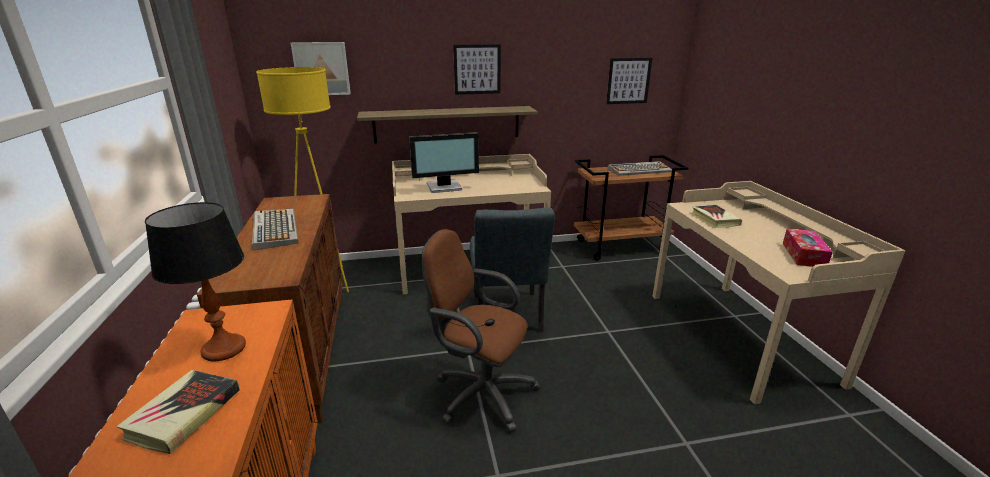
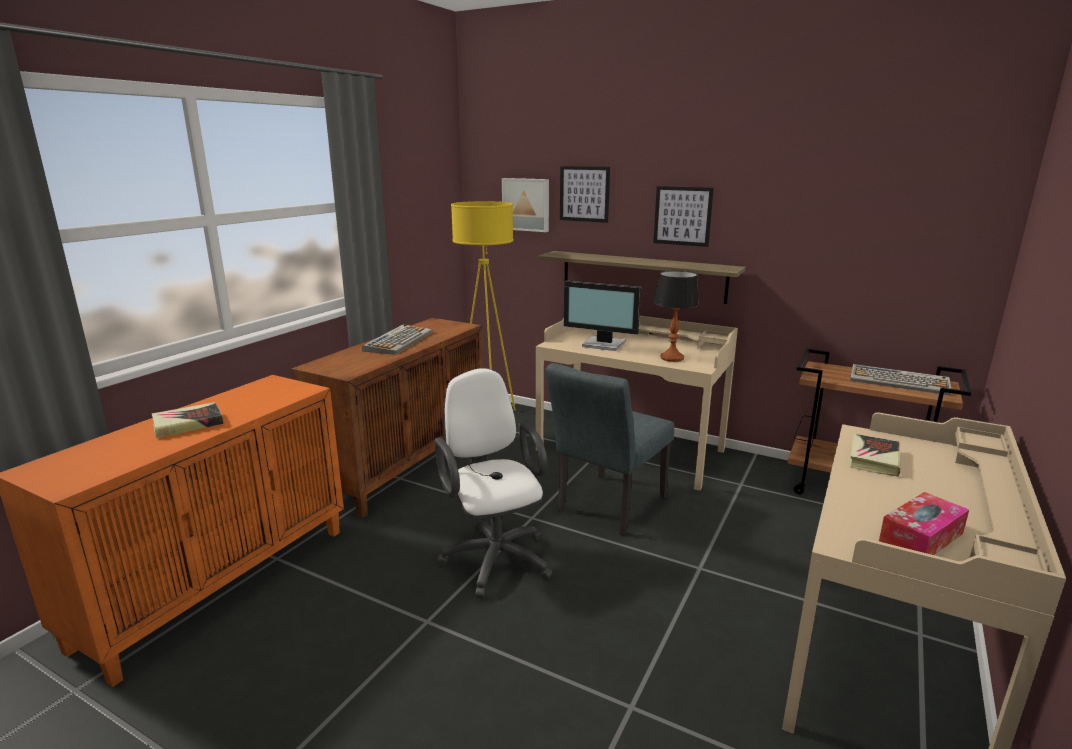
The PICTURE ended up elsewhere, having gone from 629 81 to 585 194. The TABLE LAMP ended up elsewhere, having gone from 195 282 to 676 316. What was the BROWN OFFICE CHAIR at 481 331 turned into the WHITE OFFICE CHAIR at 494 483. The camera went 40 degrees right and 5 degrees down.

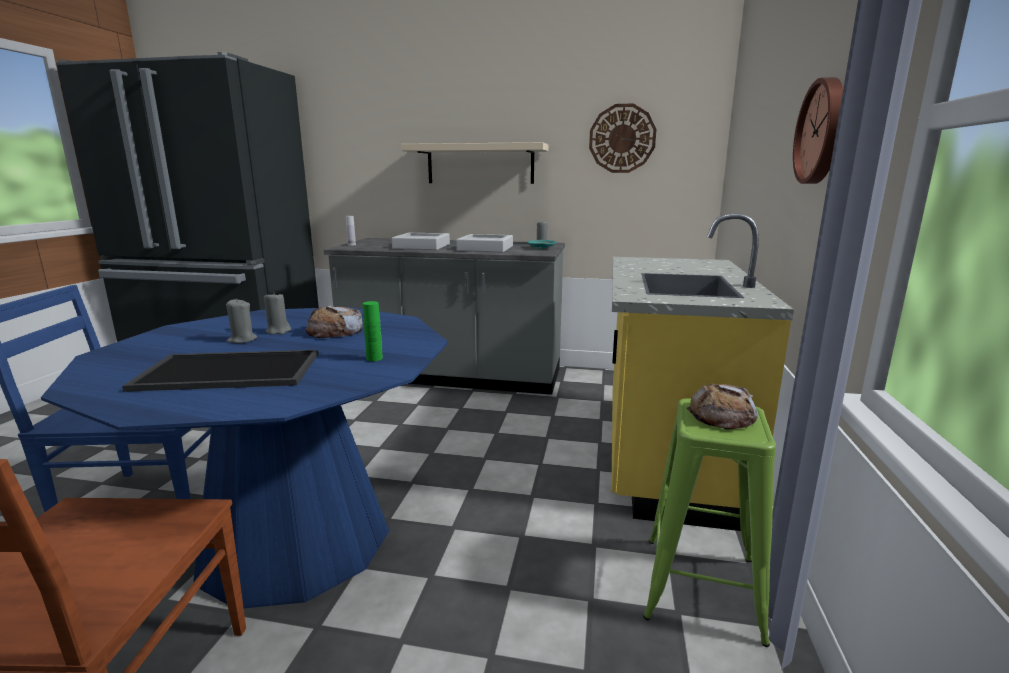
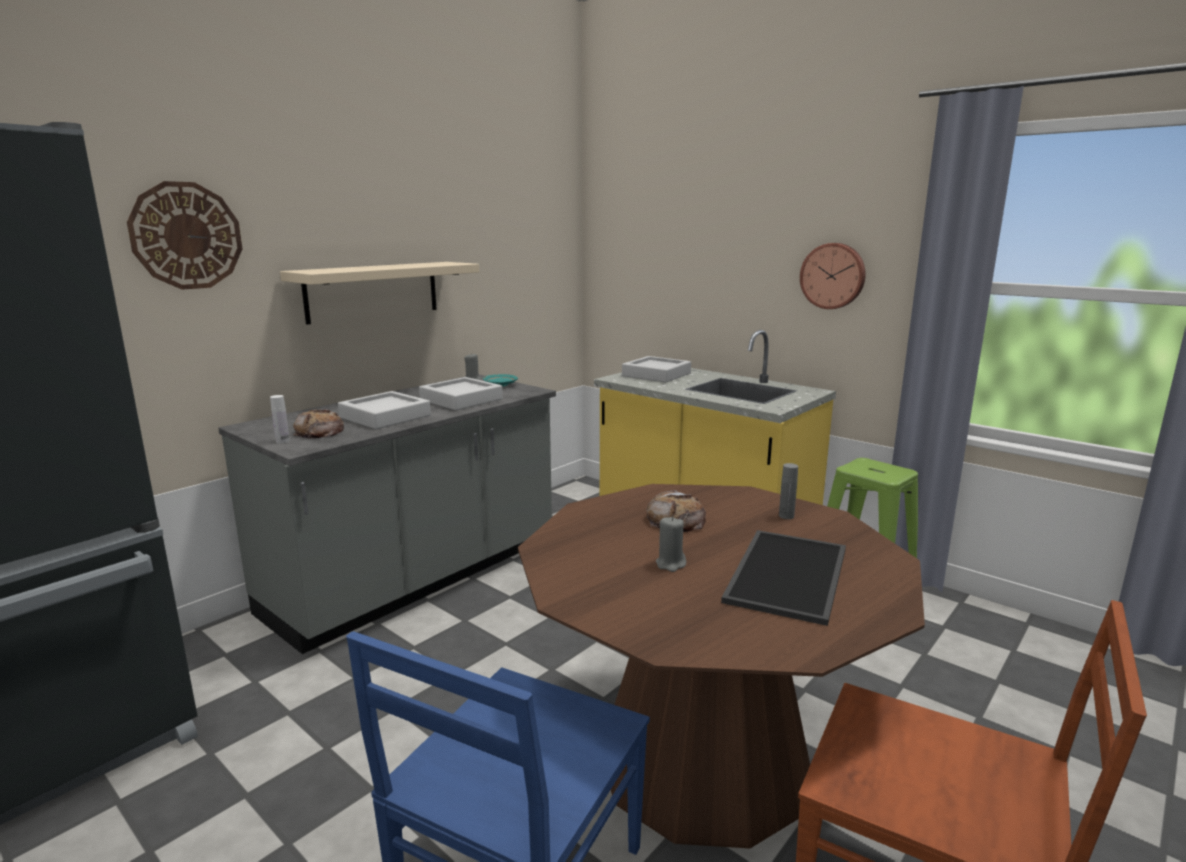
The WALL CLOCK ended up elsewhere, having gone from 623 138 to 185 235. The second view lost the GREY CANDLE at 277 313. What was the GREEN BOTTLE at 373 331 turned into the GREY BOTTLE at 788 491. What was the BLUE DINING TABLE at 244 457 turned into the BROWN DINING TABLE at 721 666. The BREAD ended up elsewhere, having gone from 722 407 to 318 423. The second view gained the GREY TRAY at 656 369. The camera went 60 degrees left and 0 degrees up.

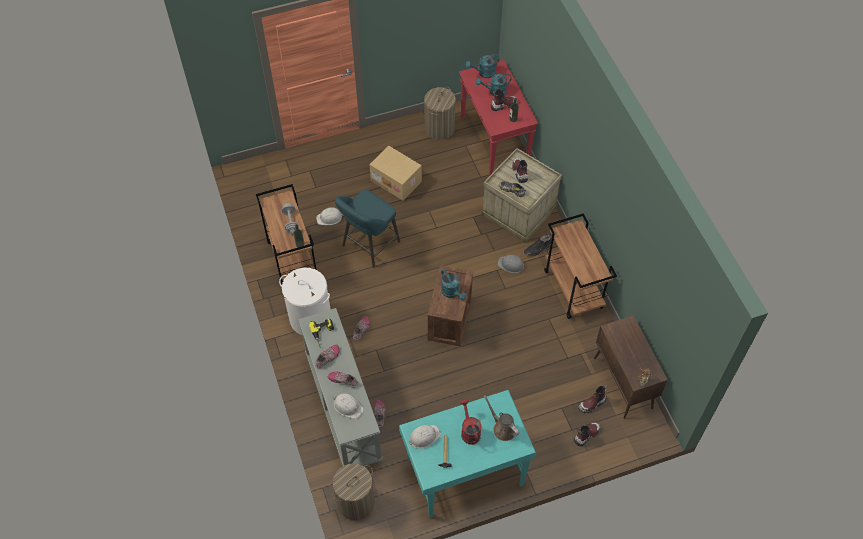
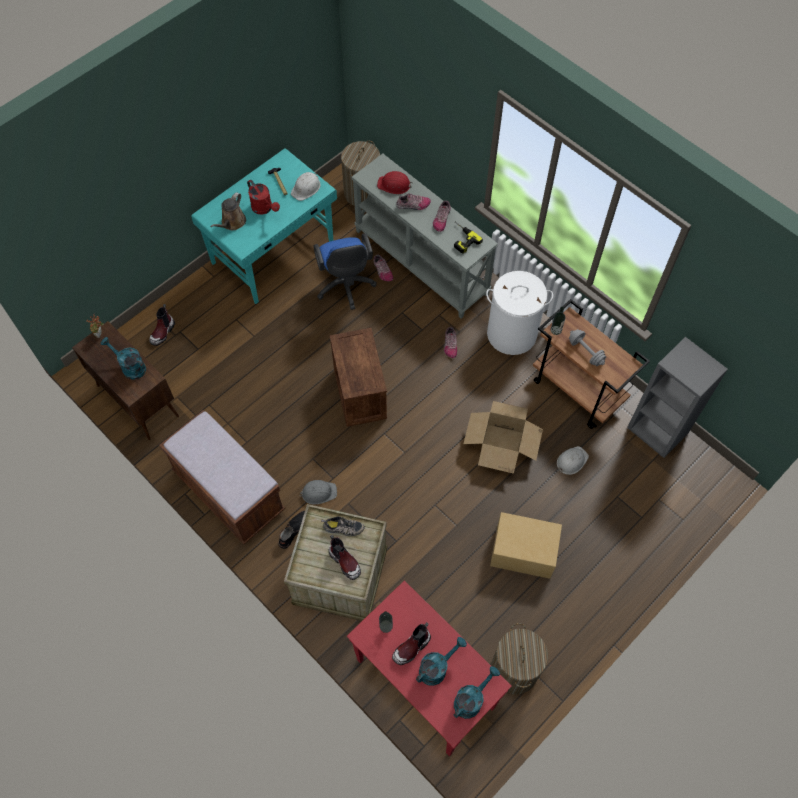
Where the TURQUOISE STOOL stood at 367 228, the CARDBOARD BOX came to stand at 503 437. Where the BROWN CART stood at 580 266, the BROWN BENCH came to stand at 222 477. The TURQUOISE WATERING CAN ended up elsewhere, having gone from 454 284 to 123 358. The second view lost the BOOT at 592 399. What was the WHITE HARD HAT at 348 406 turned into the RED HARD HAT at 395 182. The BROWN WATERING CAN at 501 418 ended up facing another way, 90 degrees clockwise from before. The second view gained the BLUE OFFICE CHAIR at 345 271. The second view gained the GREY BOOKCASE at 677 397. The camera went 155 degrees right and 5 degrees up.

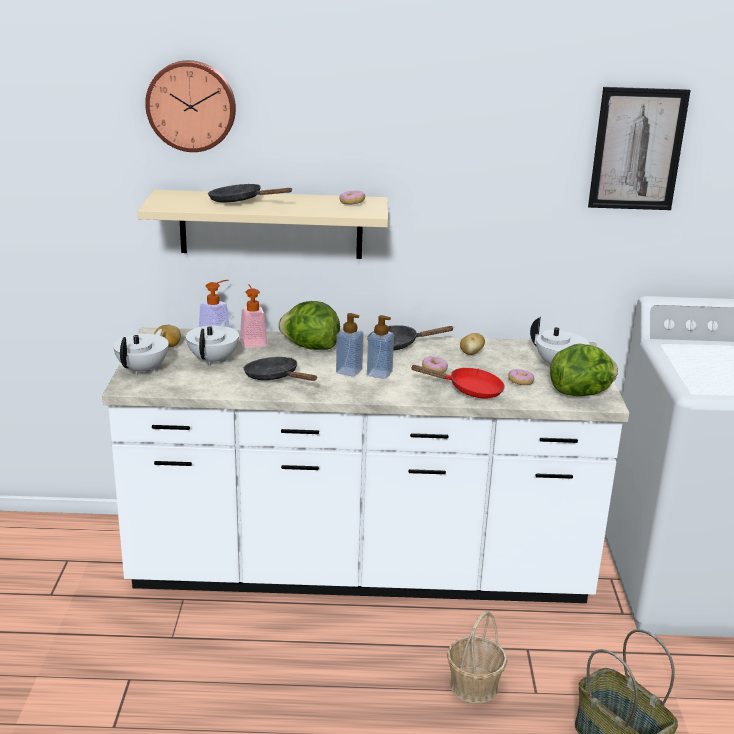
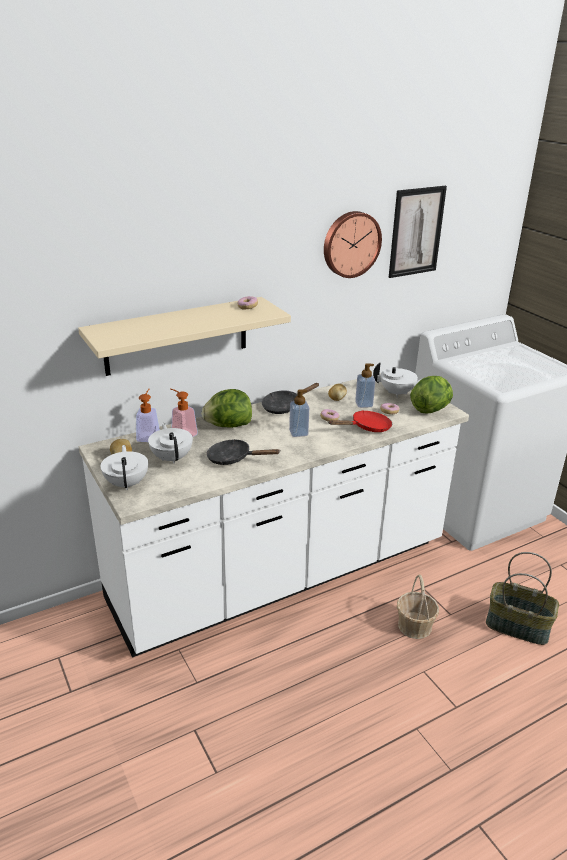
The WALL CLOCK ended up elsewhere, having gone from 190 106 to 353 244. The second view lost the BLACK FRYING PAN at 250 193. The SOAP DISPENSER ended up elsewhere, having gone from 349 345 to 365 385. The camera went 30 degrees left and 5 degrees up.

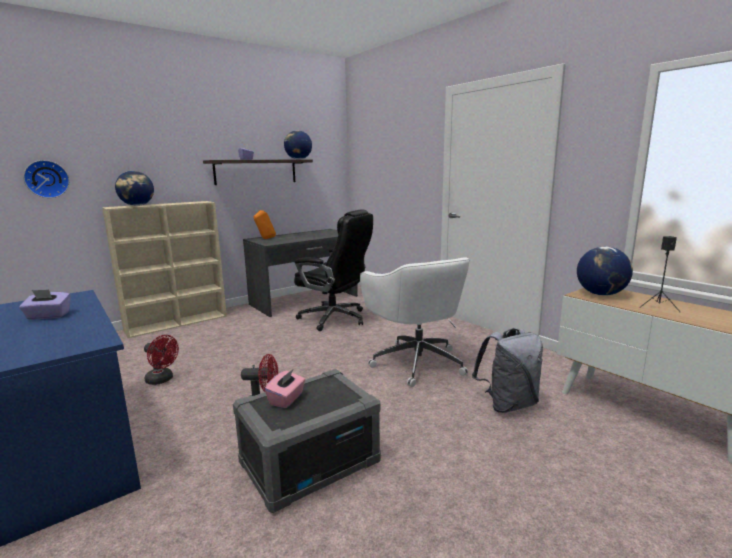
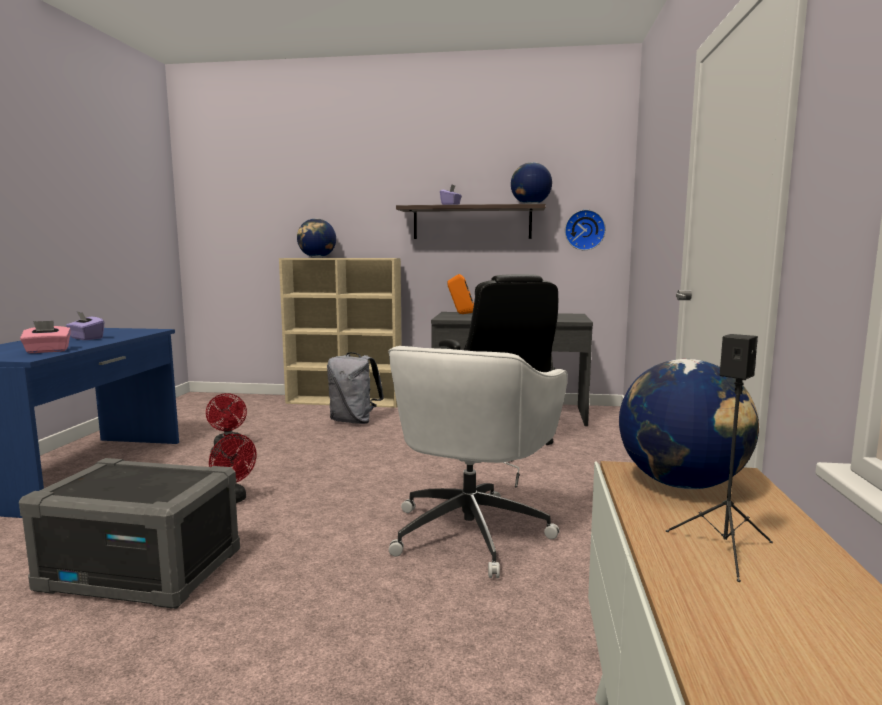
The WALL CLOCK ended up elsewhere, having gone from 46 179 to 585 229. The GREY BACKPACK ended up elsewhere, having gone from 507 370 to 355 388. The PINK TISSUE BOX ended up elsewhere, having gone from 285 389 to 45 337. The camera went 45 degrees right and 5 degrees down.

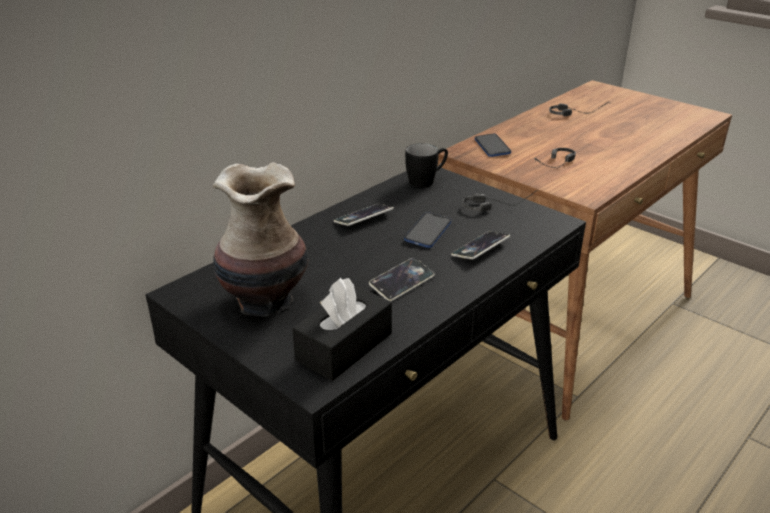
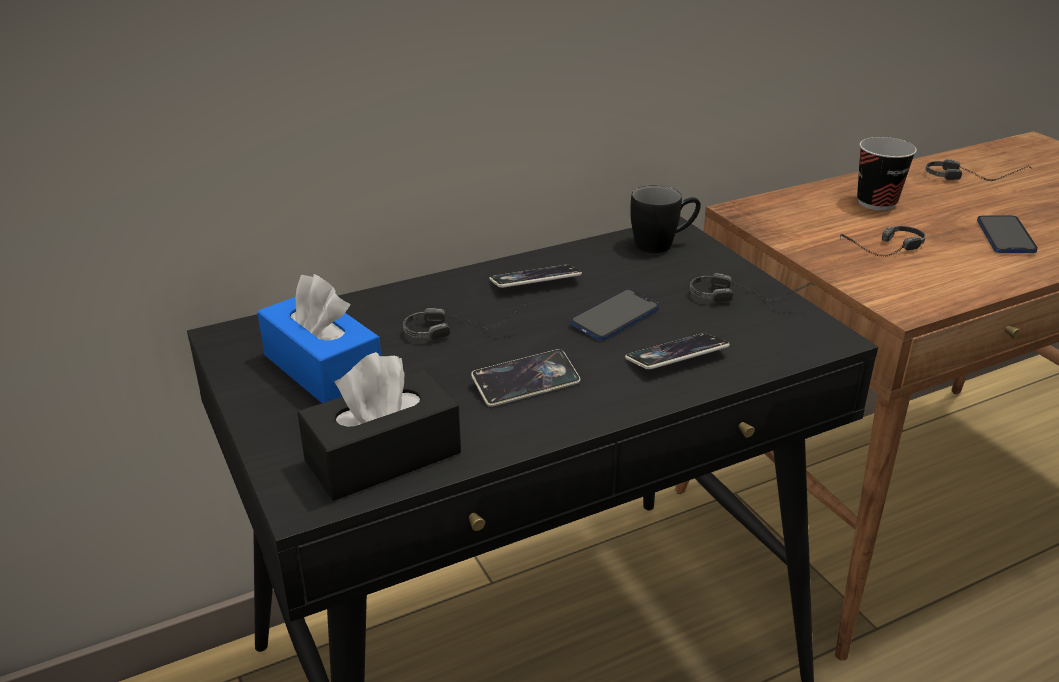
The PHONE ended up elsewhere, having gone from 493 145 to 1007 234. Where the VASE stood at 260 239, the BLUE TISSUE BOX came to stand at 319 338. The second view gained the CUP at 887 174. The second view gained the HEADPHONES at 466 321. The camera went 20 degrees right and 0 degrees up.

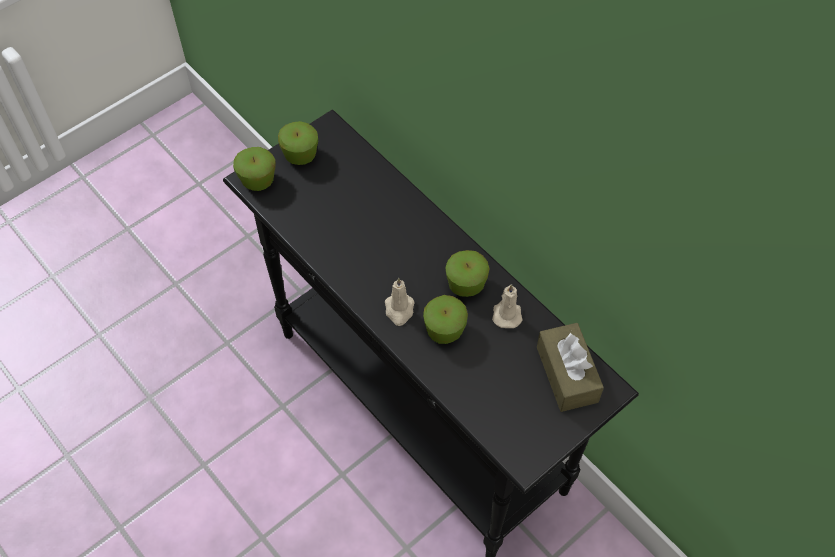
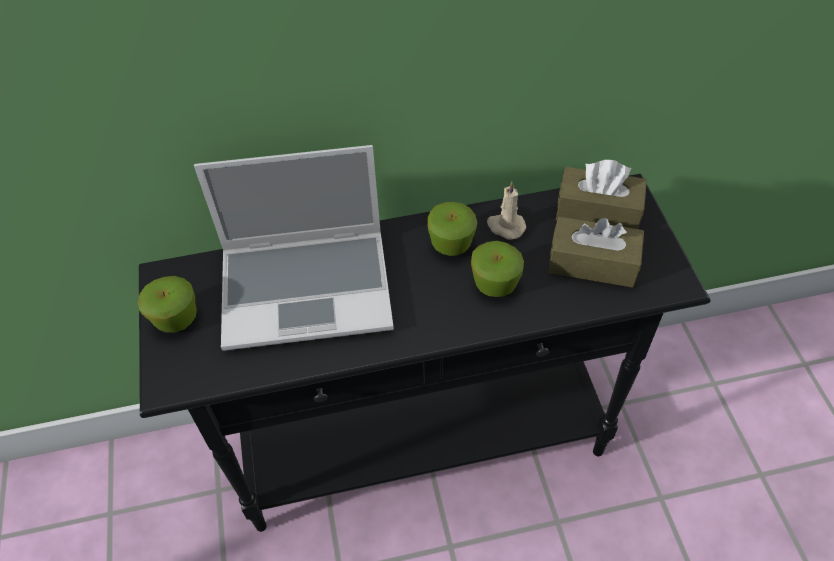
The second view lost the APPLE at 254 169. The second view lost the BEIGE CANDLE at 400 302. The second view gained the LAPTOP at 294 248. The second view gained the BROWN TISSUE BOX at 596 252. The camera went 60 degrees left and 5 degrees down.

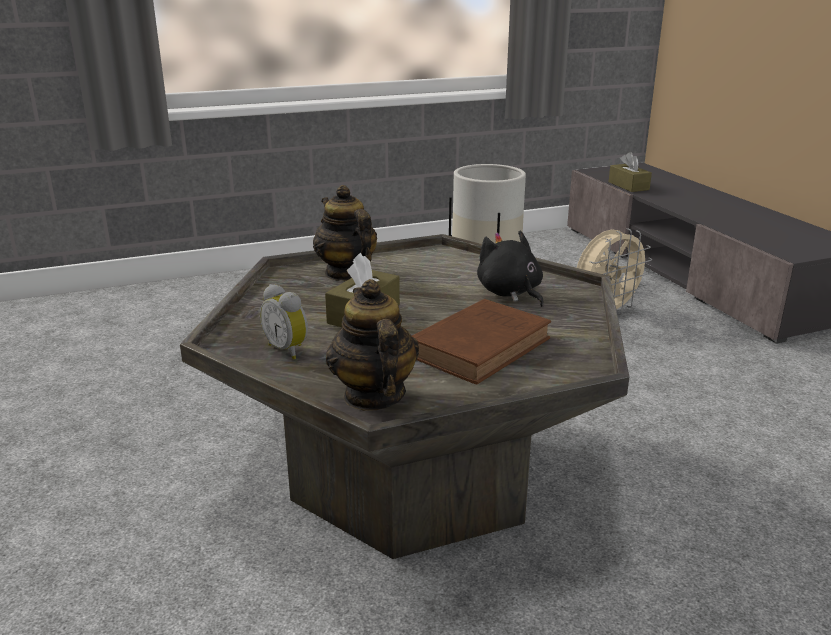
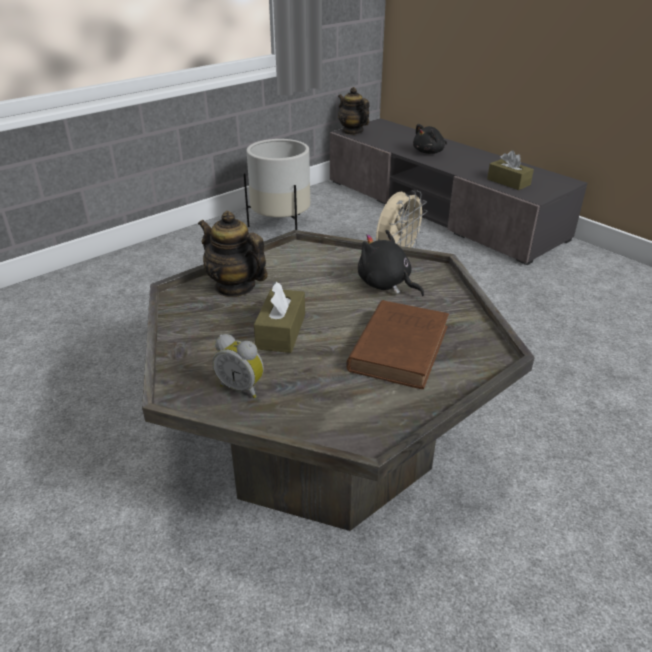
The BROWN TISSUE BOX ended up elsewhere, having gone from 630 172 to 510 170. The TEAPOT ended up elsewhere, having gone from 372 344 to 353 111. The second view gained the BLACK PLUSH TOY at 430 139. The camera went 20 degrees left and 10 degrees up.

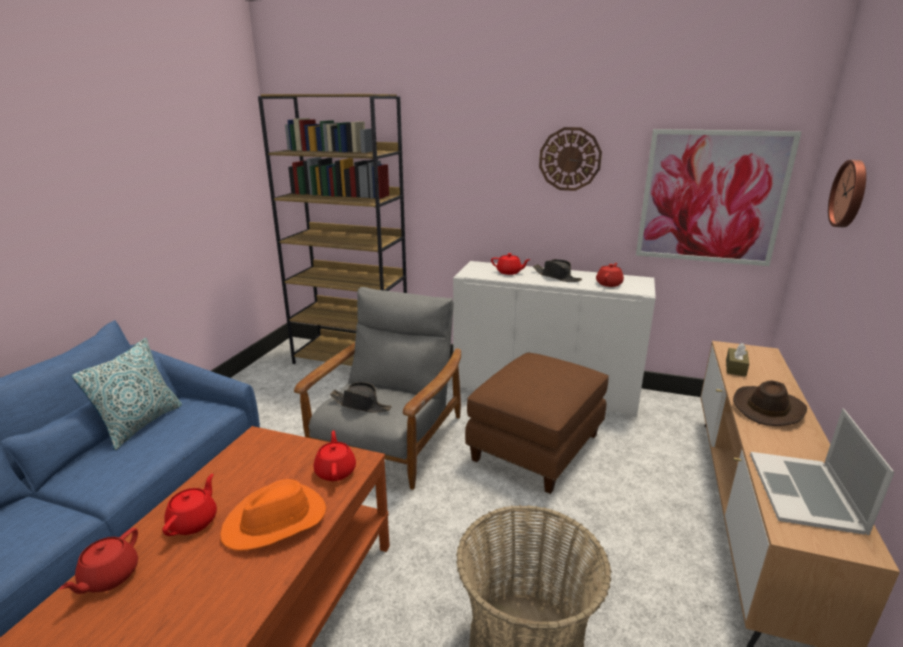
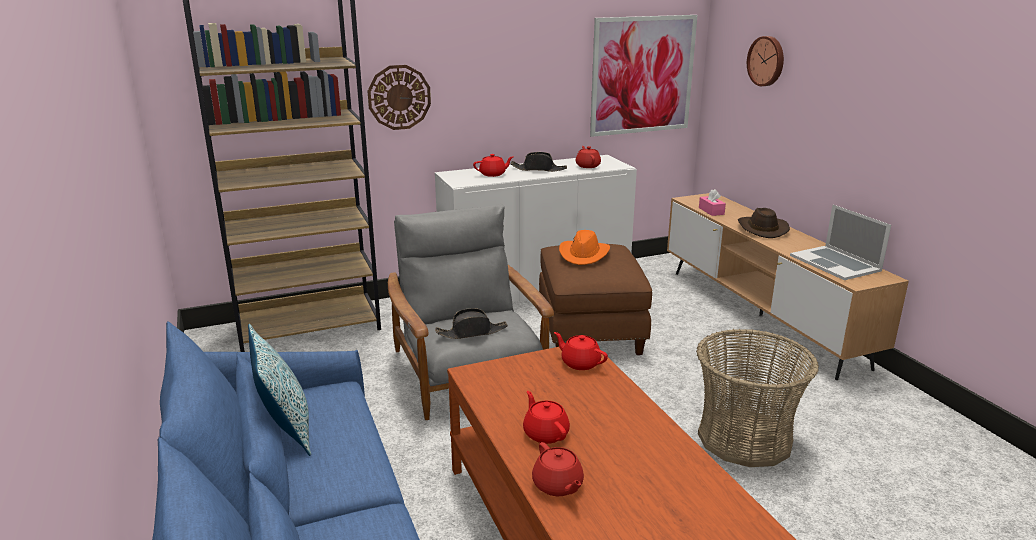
The WALL CLOCK ended up elsewhere, having gone from 570 159 to 399 97. What was the BROWN TISSUE BOX at 737 360 turned into the PINK TISSUE BOX at 712 202. The ORANGE HAT ended up elsewhere, having gone from 273 515 to 584 247. The camera went 40 degrees left and 0 degrees up.

